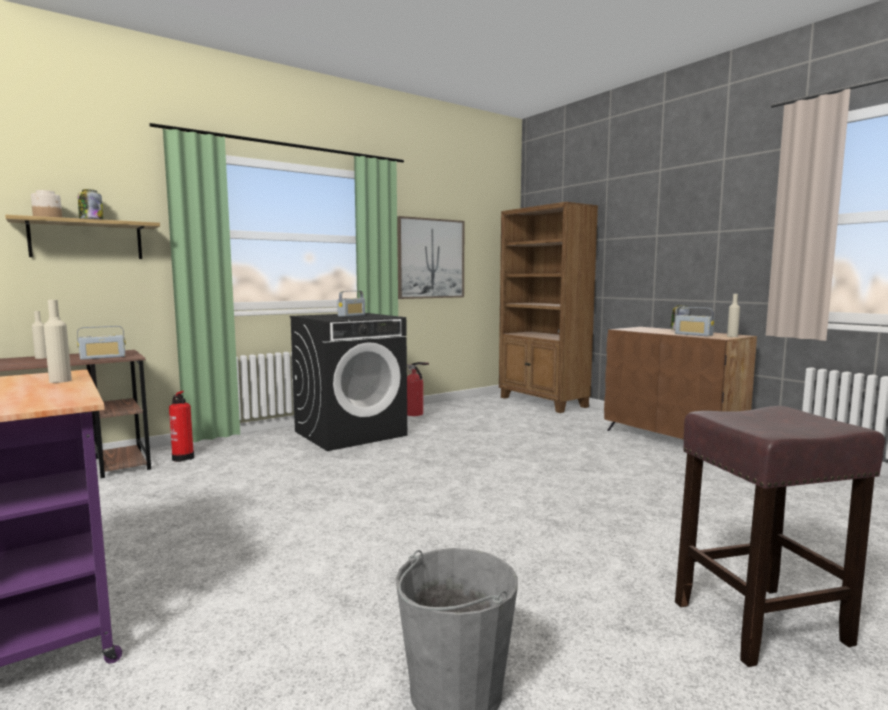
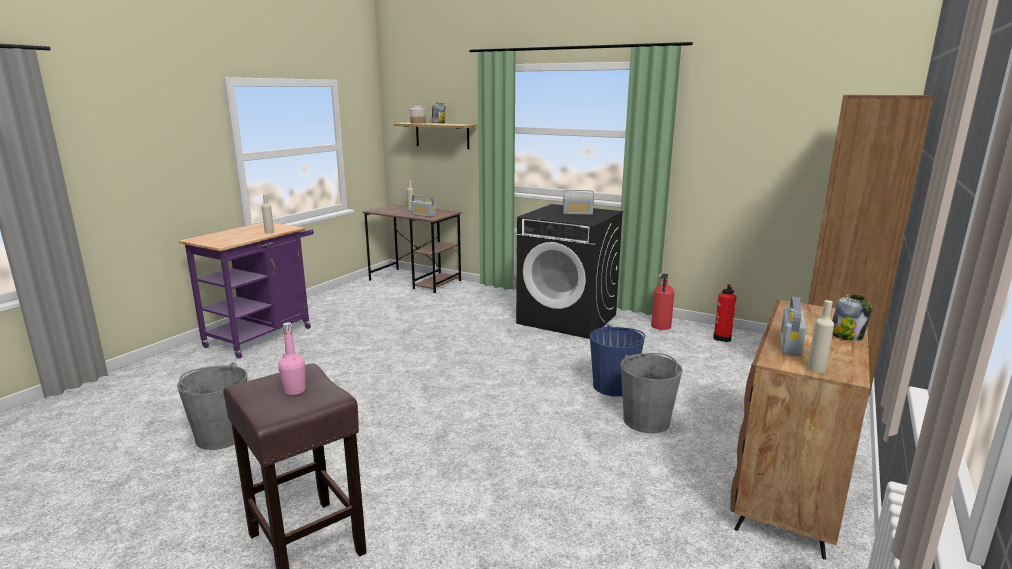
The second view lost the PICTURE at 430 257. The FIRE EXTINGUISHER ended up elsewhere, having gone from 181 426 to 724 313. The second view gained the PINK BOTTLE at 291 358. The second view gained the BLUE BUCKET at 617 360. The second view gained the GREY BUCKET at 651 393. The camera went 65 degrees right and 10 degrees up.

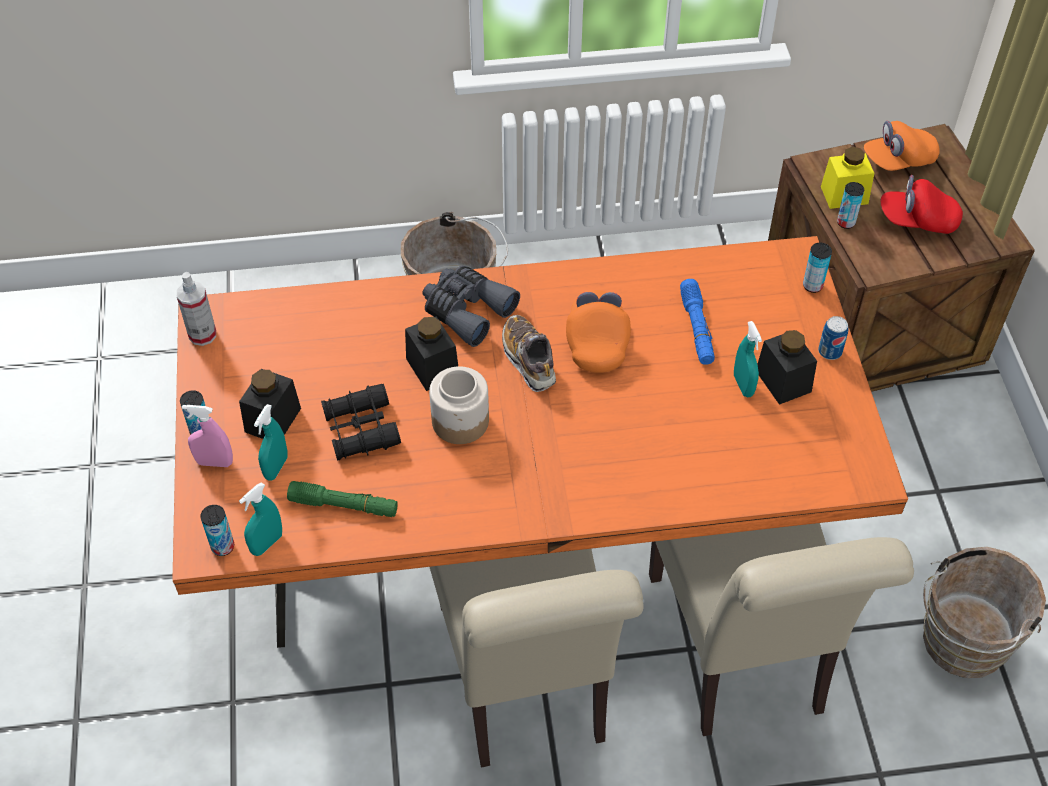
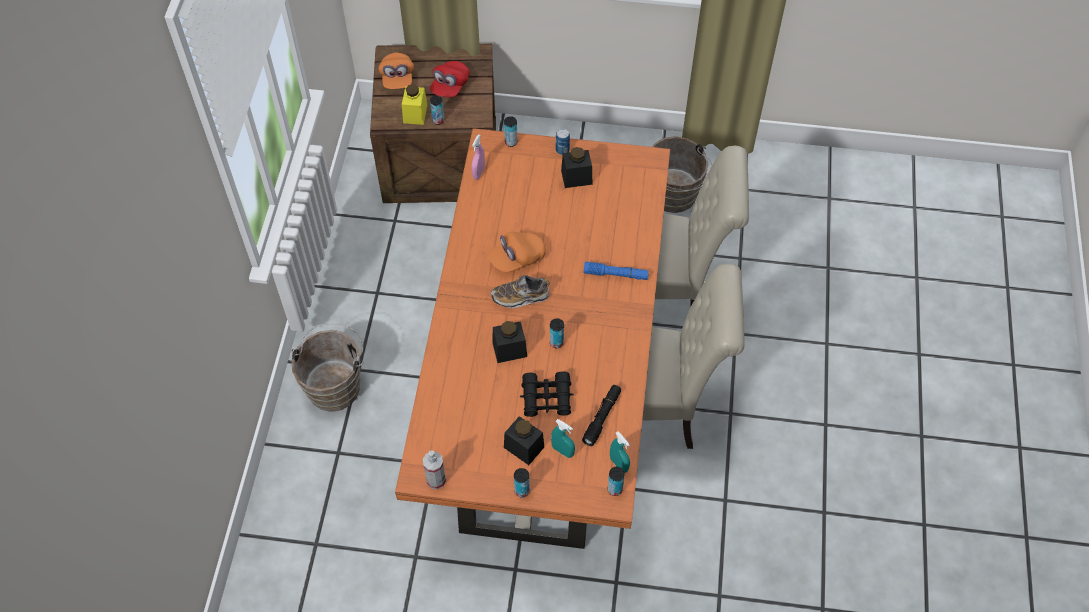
The second view lost the GREY BINOCULARS at 471 306. The BLUE FLASHLIGHT ended up elsewhere, having gone from 697 322 to 616 271. The ORANGE CAP at 598 331 ended up facing another way, 45 degrees counterclockwise from before. The second view lost the TURQUOISE SPRAY BOTTLE at 748 359. Where the JAR stood at 459 405, the CAN came to stand at 557 333. The PINK SPRAY BOTTLE ended up elsewhere, having gone from 207 436 to 478 157. What was the GREEN FLASHLIGHT at 342 499 turned into the BLACK FLASHLIGHT at 601 415. The camera went 75 degrees left and 5 degrees up.

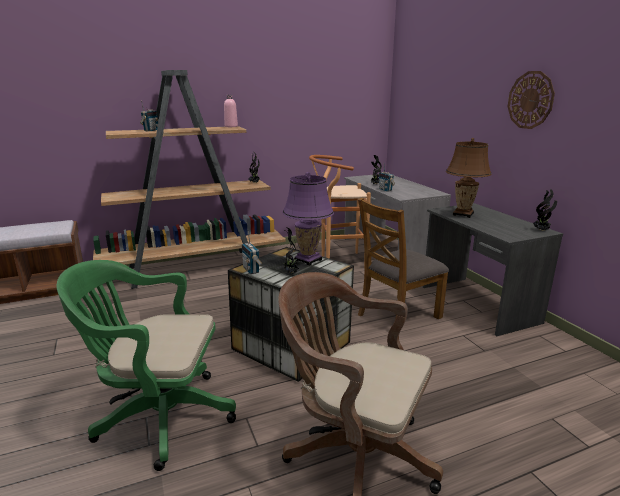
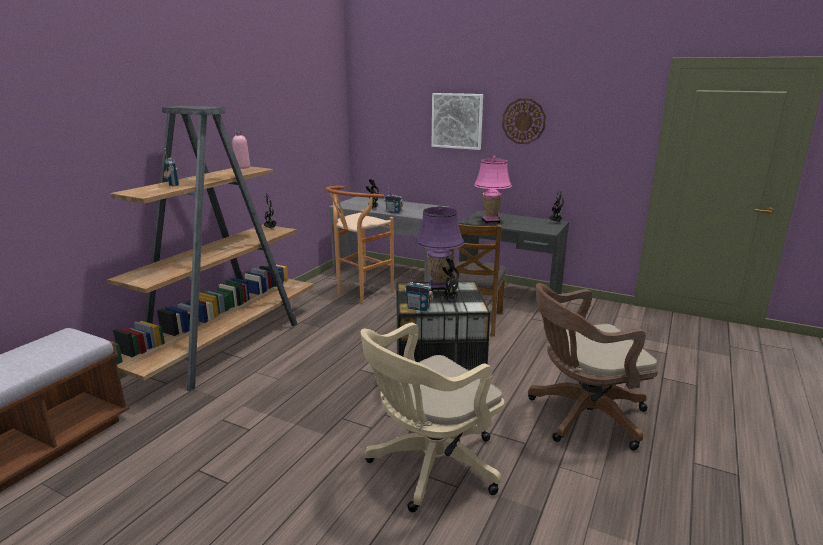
What was the BROWN TABLE LAMP at 469 178 turned into the PINK TABLE LAMP at 493 190. What was the GREEN OFFICE CHAIR at 146 365 turned into the BEIGE OFFICE CHAIR at 432 417. The second view gained the PICTURE at 457 121. The camera went 40 degrees left and 0 degrees up.

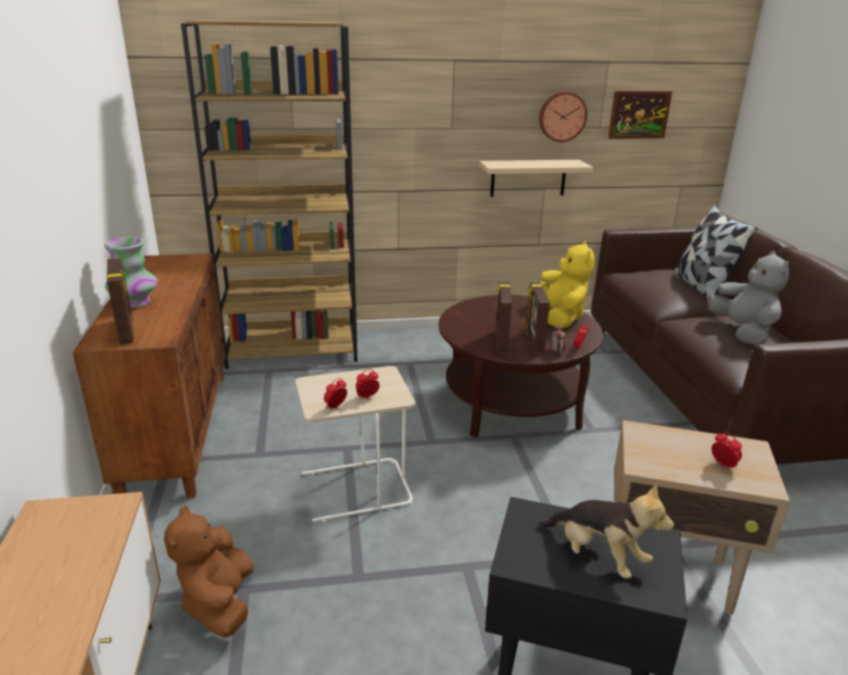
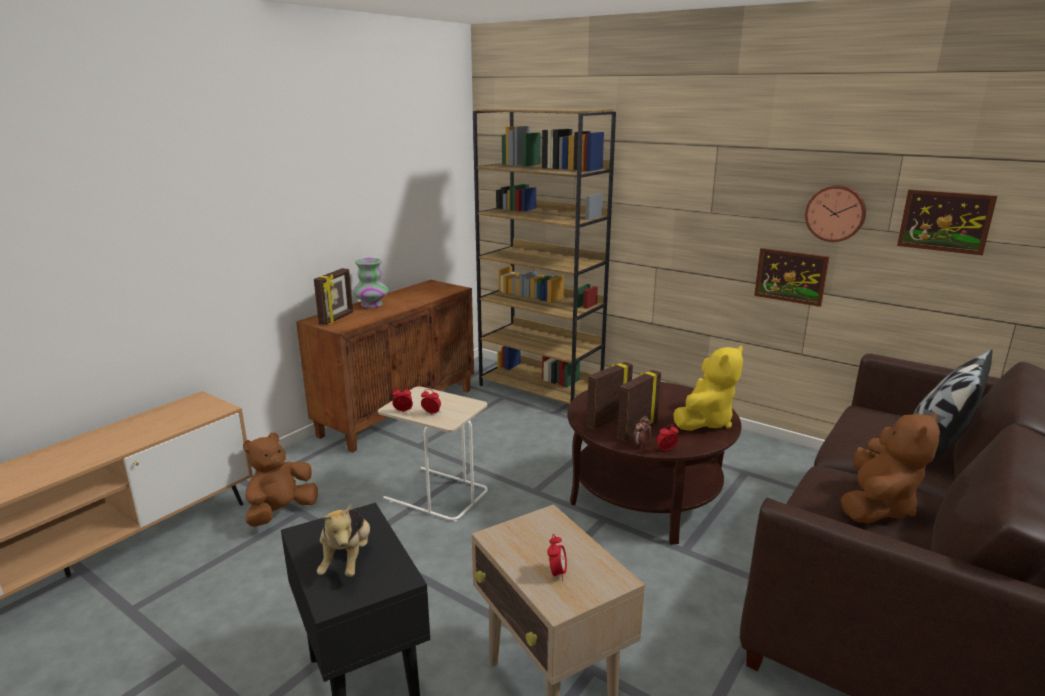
Where the BEIGE SHELF hung at 536 178, the PICTURE came to hang at 791 277. What was the GREY PLUSH TOY at 748 298 turned into the BROWN PLUSH TOY at 890 467. The camera went 45 degrees right and 5 degrees down.

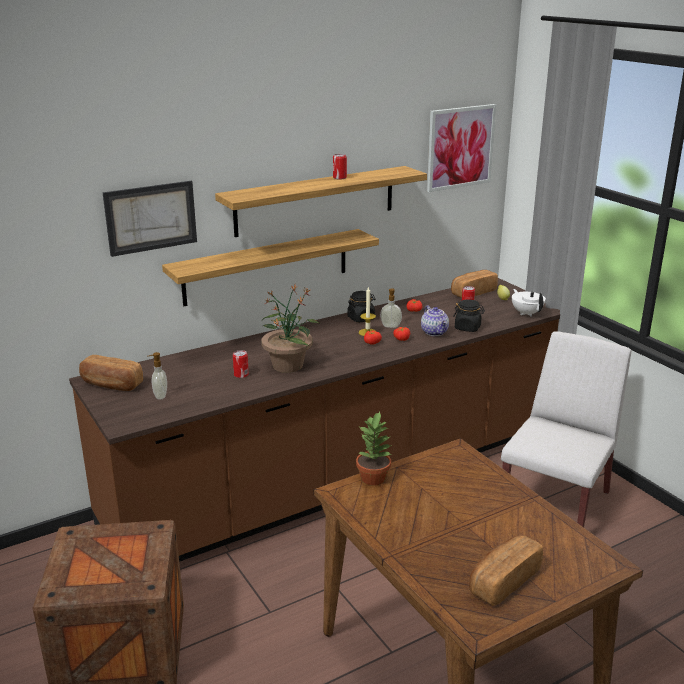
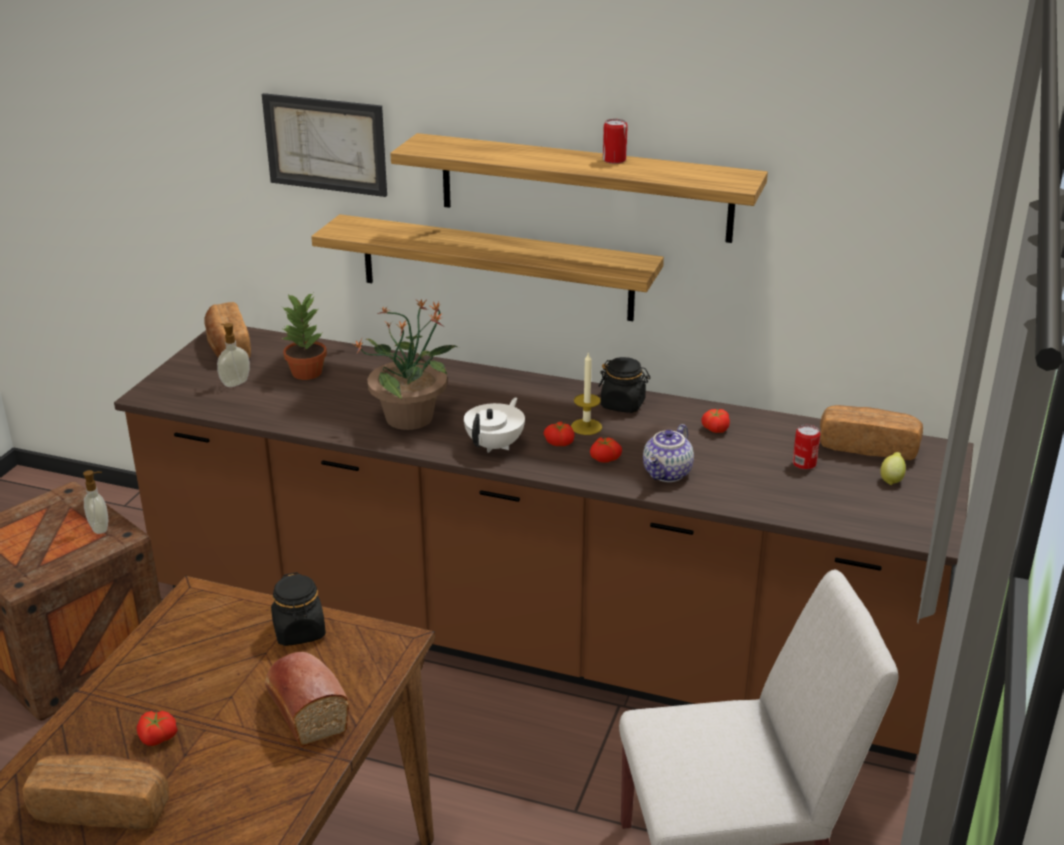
The second view lost the PICTURE at 461 148. The SOAP DISPENSER ended up elsewhere, having gone from 391 308 to 95 502. The WHITE TEAPOT ended up elsewhere, having gone from 529 303 to 494 425. The BLACK JAR ended up elsewhere, having gone from 469 315 to 298 609. The second view lost the CAN at 241 364. The POTTED PLANT ended up elsewhere, having gone from 374 449 to 304 336. The second view gained the BREAD at 307 699. The second view gained the TOMATO at 157 728. The camera went 50 degrees right and 5 degrees up.

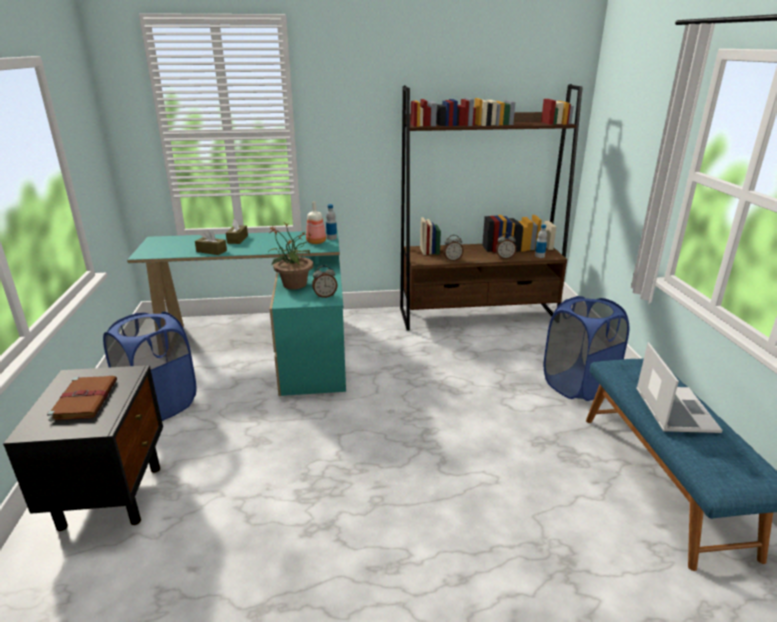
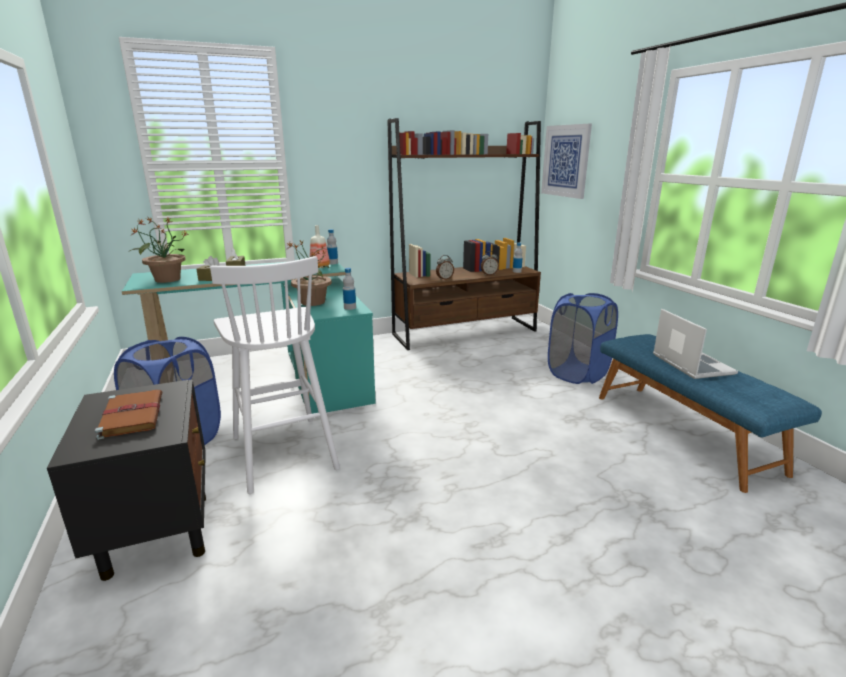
Where the ALARM CLOCK stood at 324 281, the BOTTLE came to stand at 349 289. The second view gained the PICTURE at 566 161. The second view gained the POTTED PLANT at 158 250. The second view gained the WHITE STOOL at 275 375. The camera went 15 degrees left and 5 degrees down.

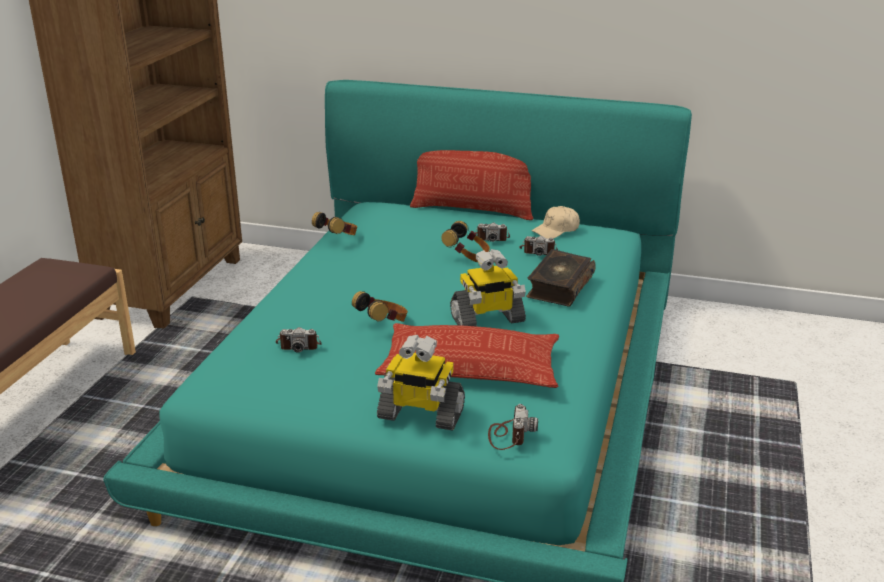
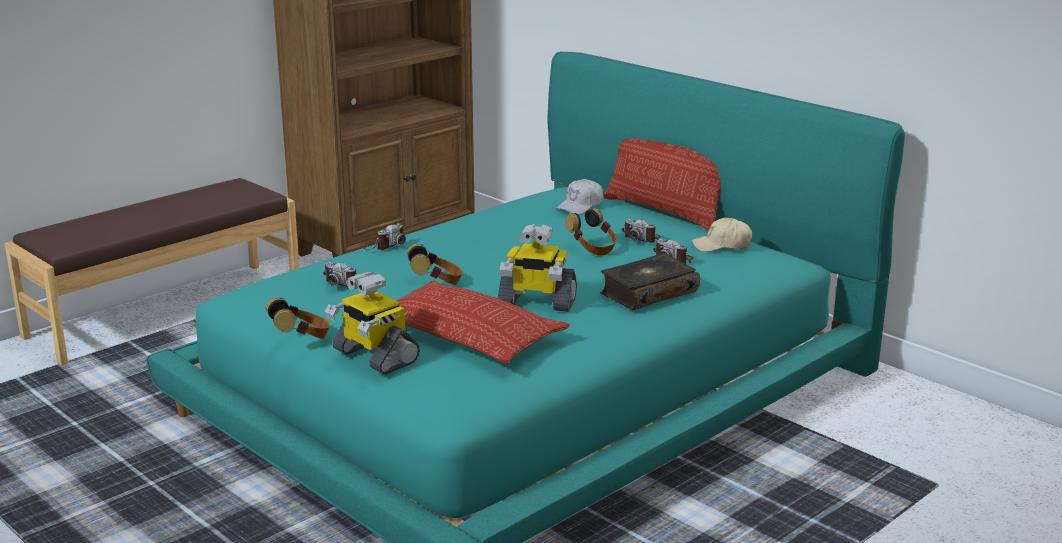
The HEADPHONES ended up elsewhere, having gone from 334 223 to 298 318. The PHOTO CAMERA ended up elsewhere, having gone from 513 427 to 384 236. The second view gained the WHITE CAP at 579 197. The camera went 30 degrees right and 5 degrees down.

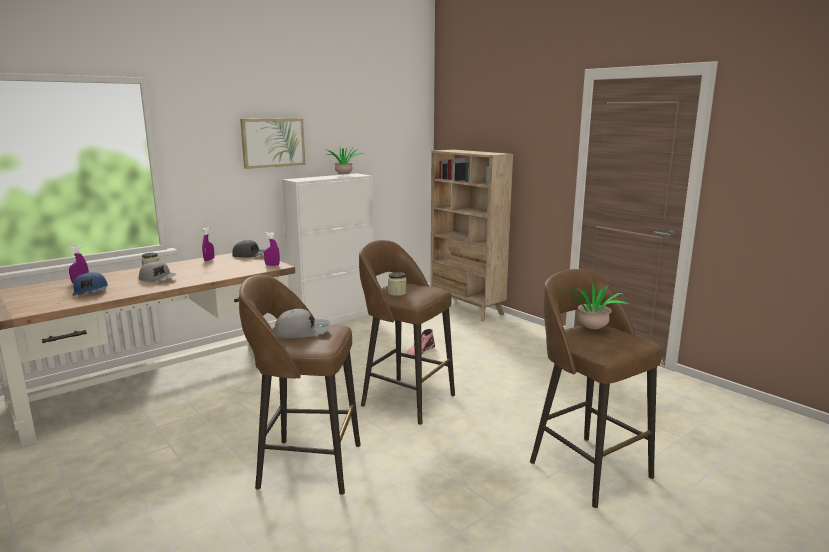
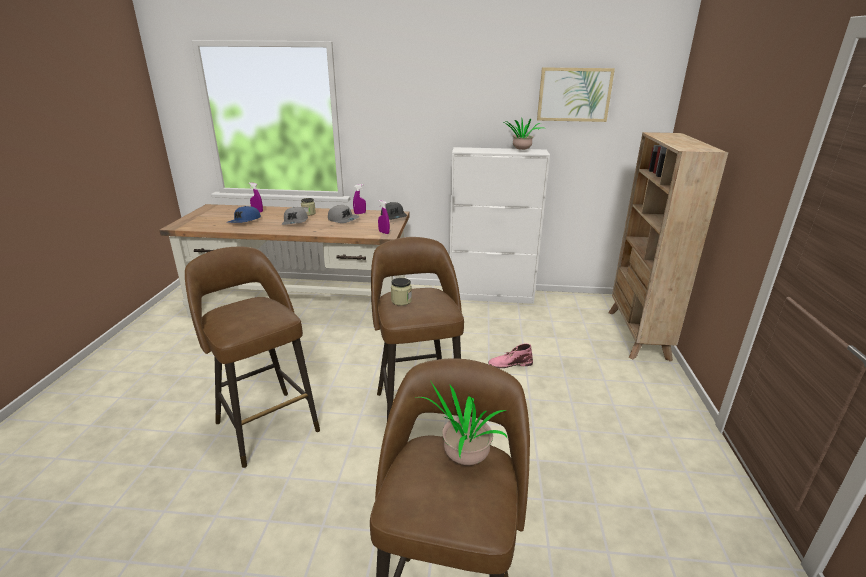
The PICTURE ended up elsewhere, having gone from 272 143 to 576 94. The GREY CAP ended up elsewhere, having gone from 302 324 to 344 214. The camera went 45 degrees right and 10 degrees up.

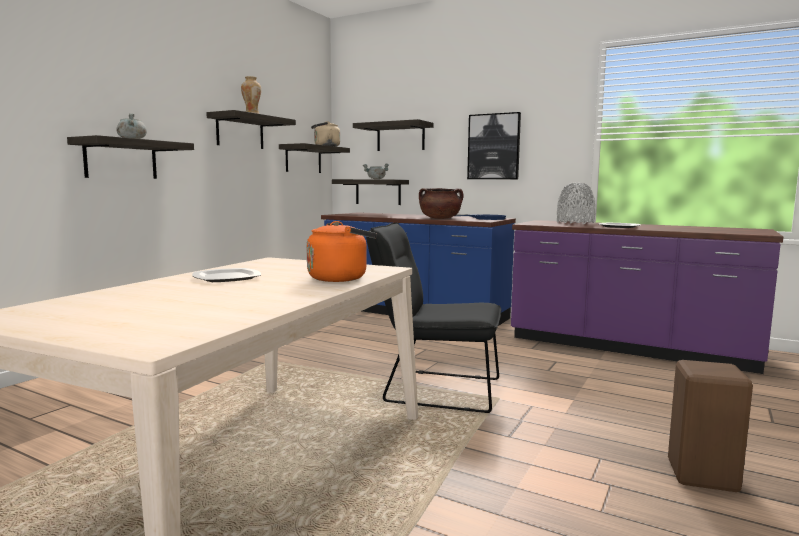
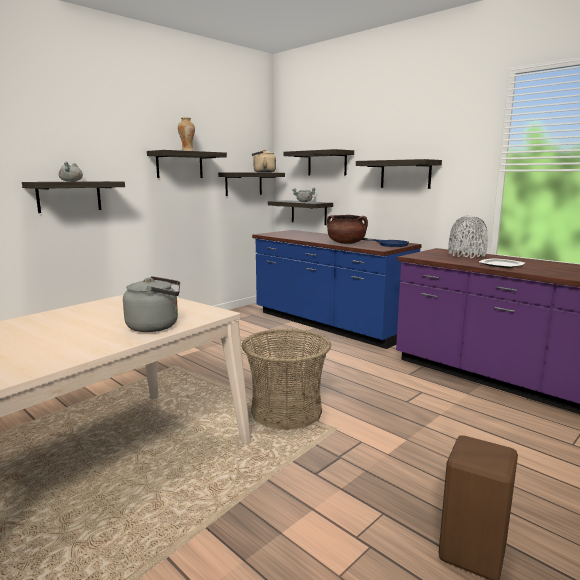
Where the PICTURE hung at 494 145, the SHELF came to hang at 399 174. What was the ORANGE KETTLE at 342 251 turned into the GREY KETTLE at 151 304. Where the BLACK CHAIR stood at 433 317, the BASKET came to stand at 286 379. The second view lost the PLATE at 226 275. The camera went 15 degrees right and 5 degrees up.

